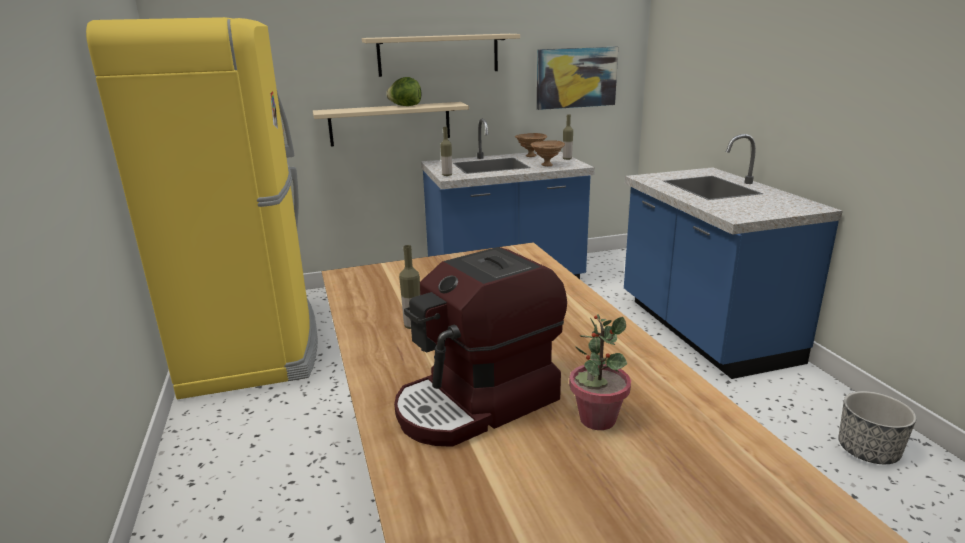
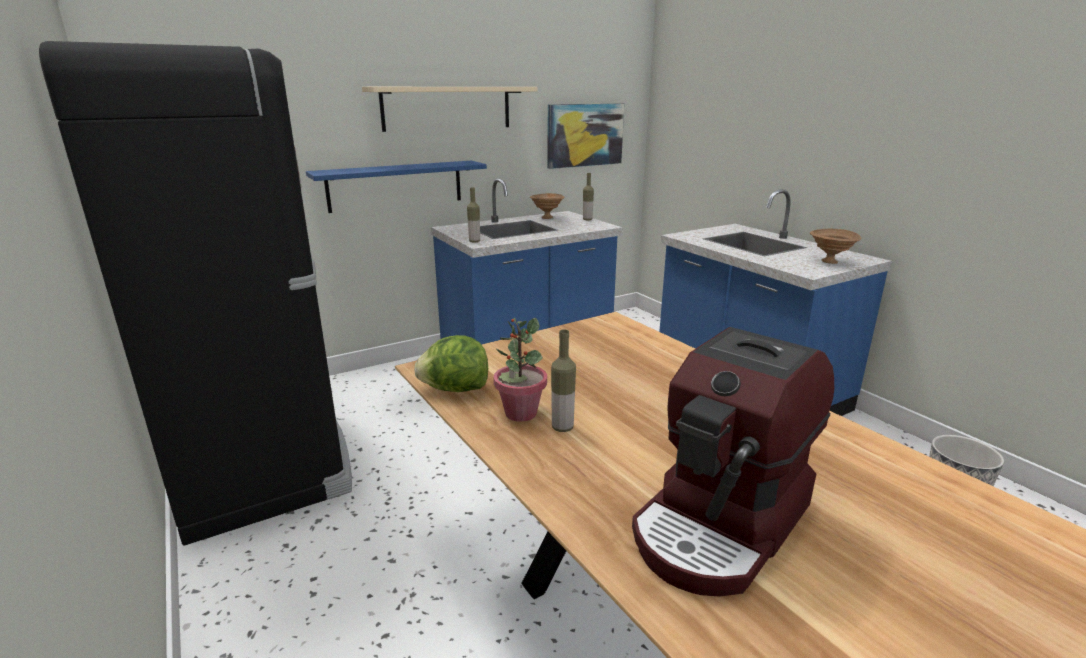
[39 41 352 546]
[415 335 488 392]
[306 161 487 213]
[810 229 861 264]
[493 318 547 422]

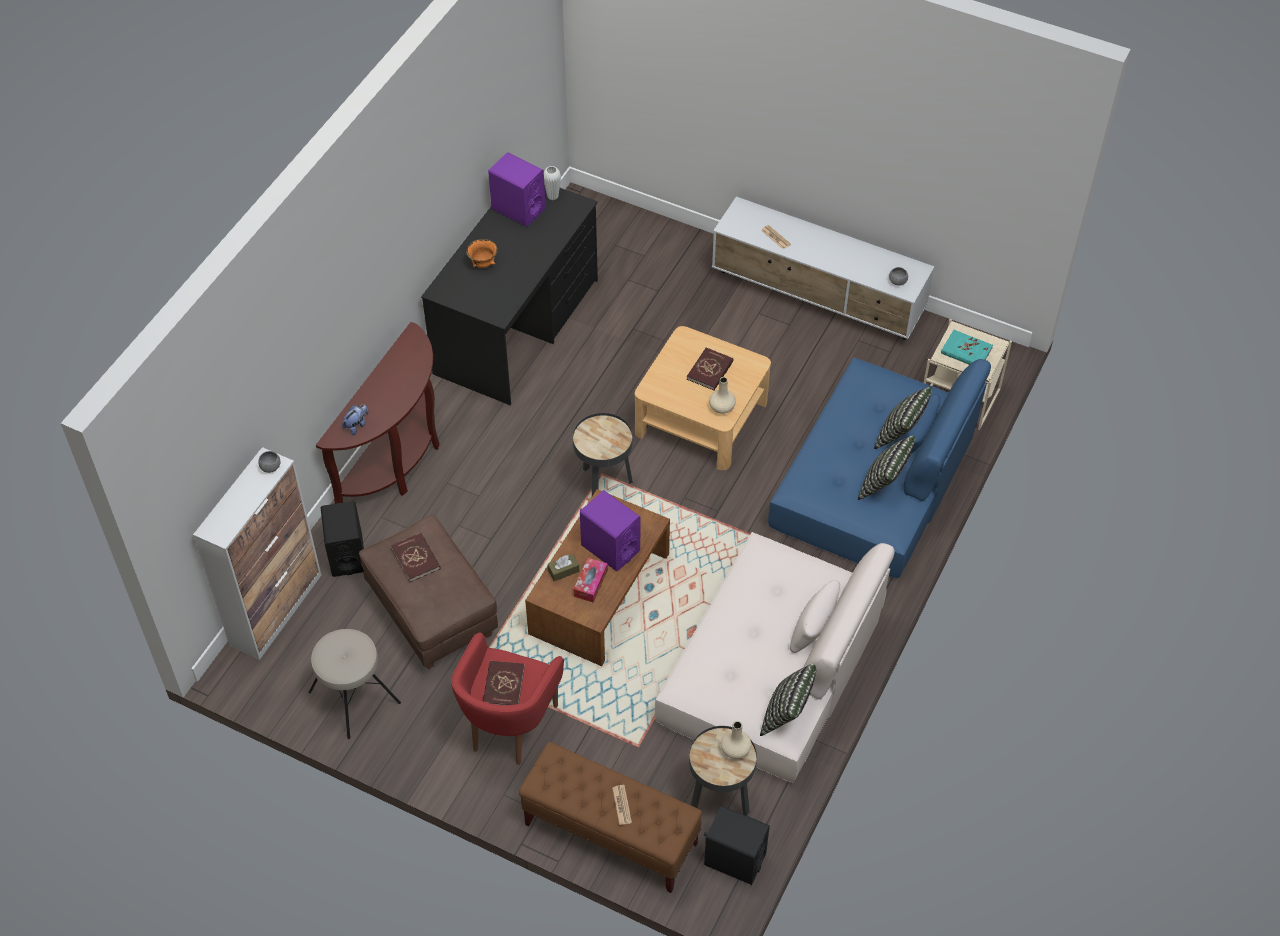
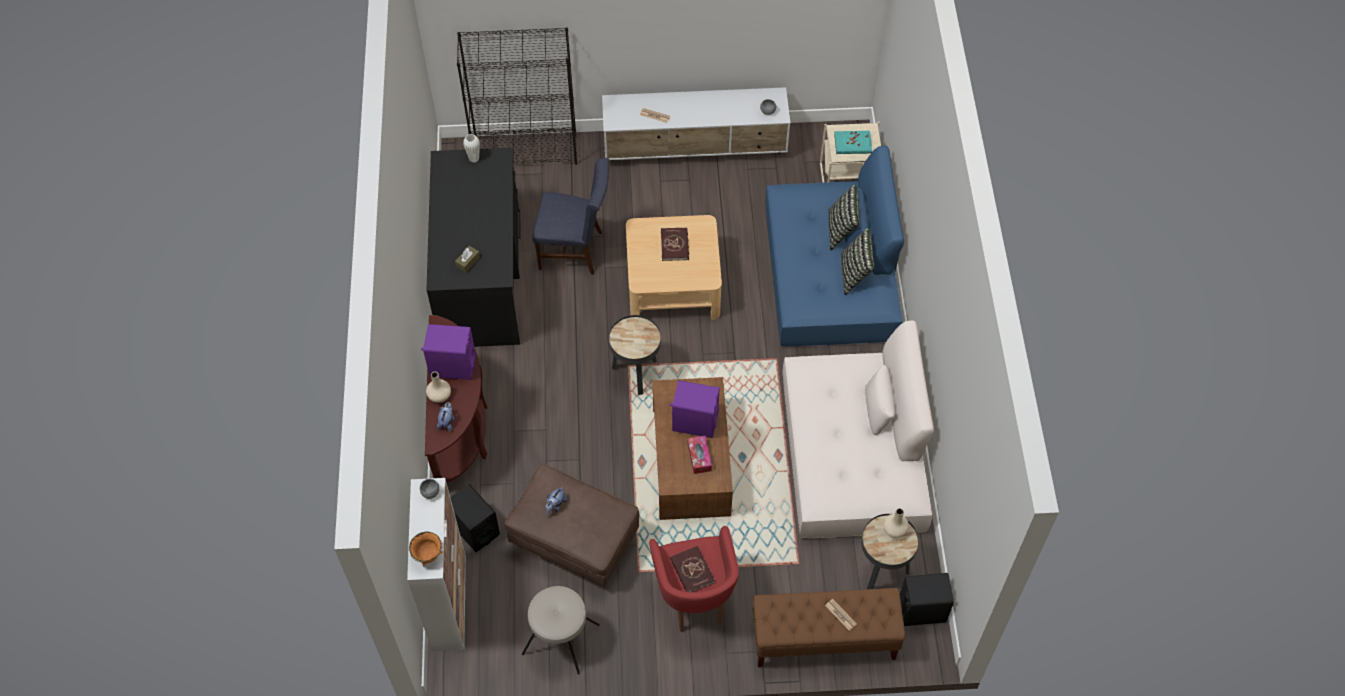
[421 324 476 380]
[409 532 443 566]
[426 372 451 403]
[545 487 568 515]
[455 246 480 273]
[760 663 816 736] (first image)
[457 27 577 165]
[532 158 609 275]

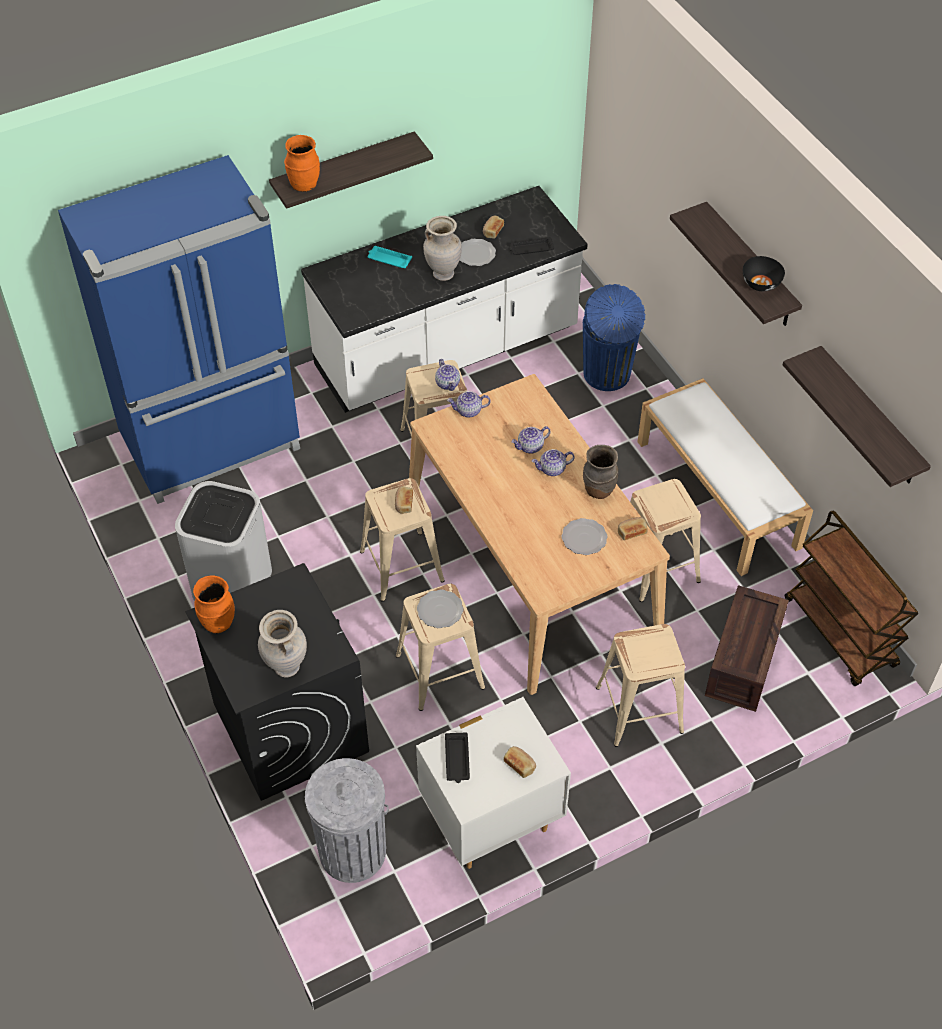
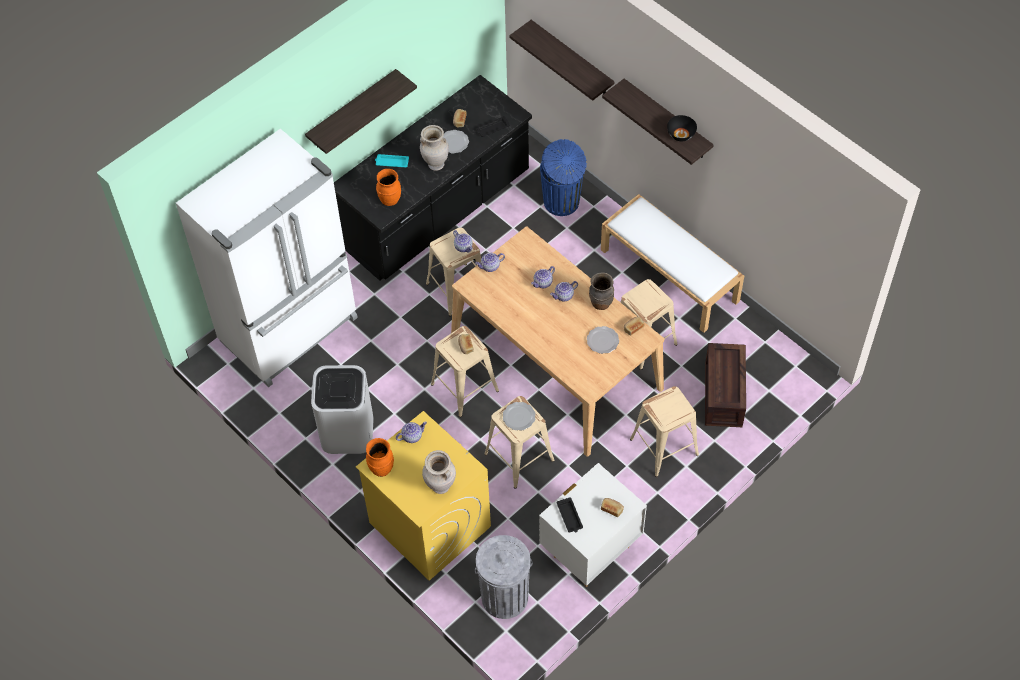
[376 169 401 206]
[176 129 358 387]
[334 75 532 281]
[510 20 614 101]
[785 510 919 686] (first image)
[356 411 491 581]
[396 421 427 443]

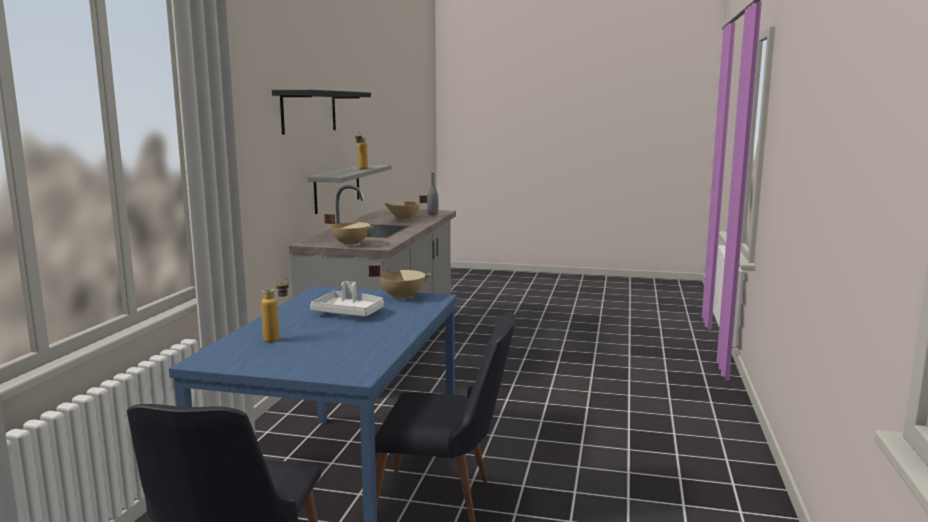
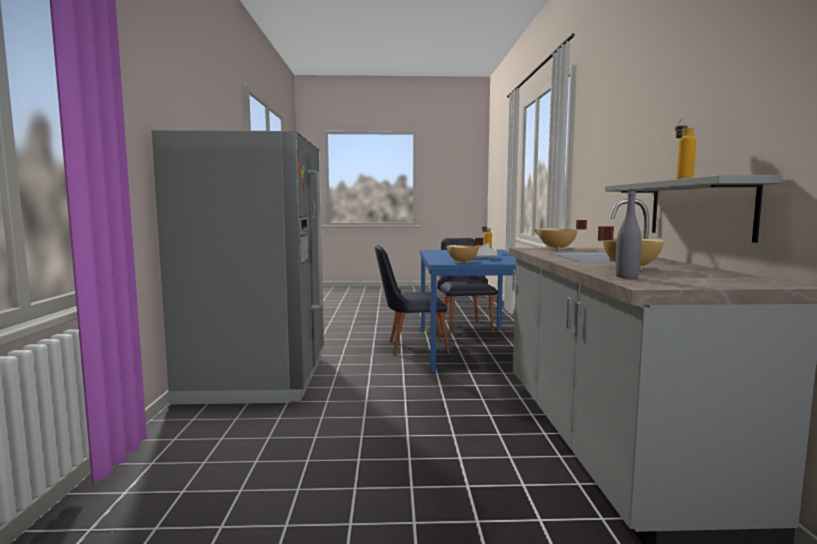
[272 90 371 135] (first image)
[152 130 324 404]

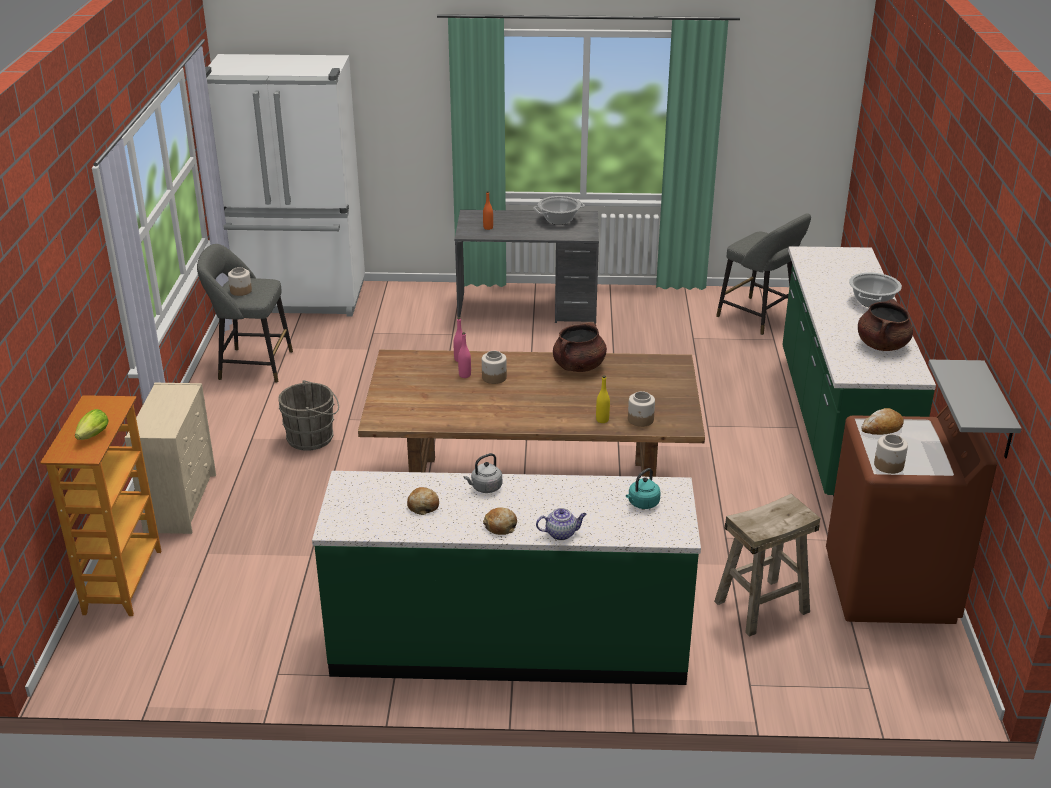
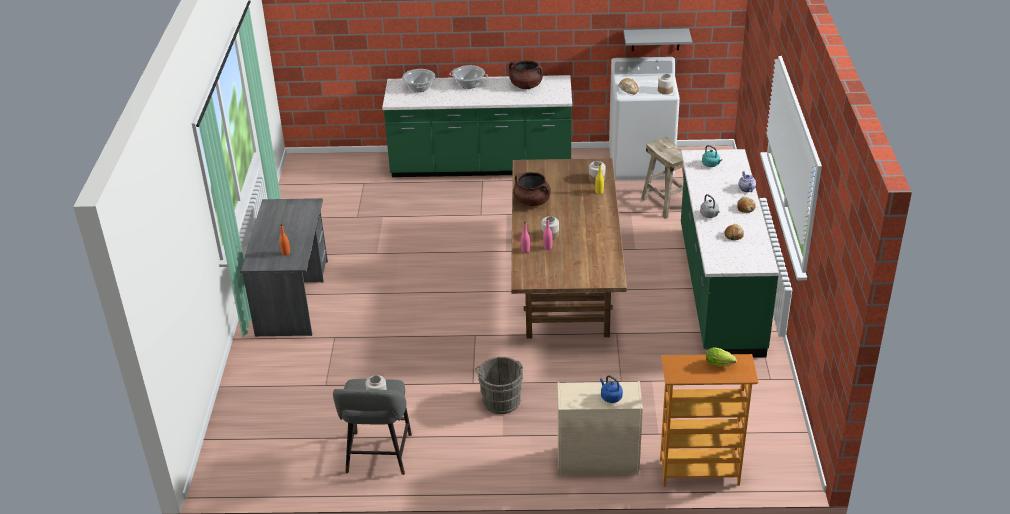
[205 54 365 316] (first image)
[402 69 435 92]
[716 213 811 335] (first image)
[609 57 680 180]
[600 375 623 403]

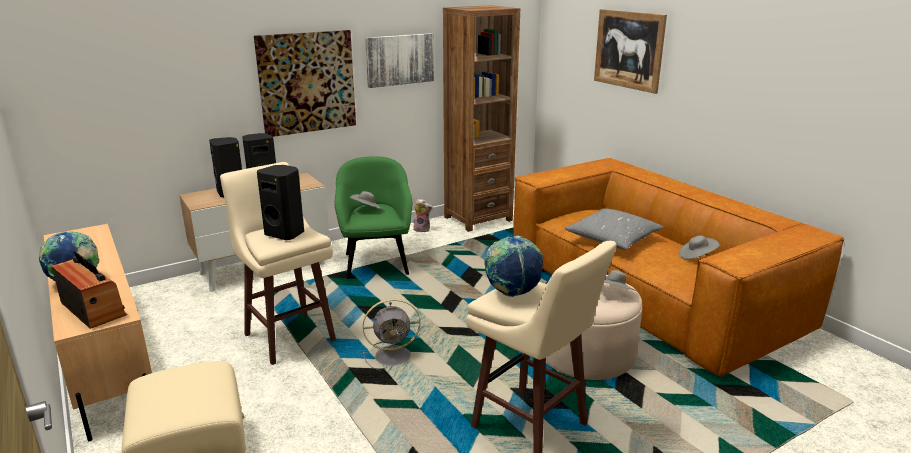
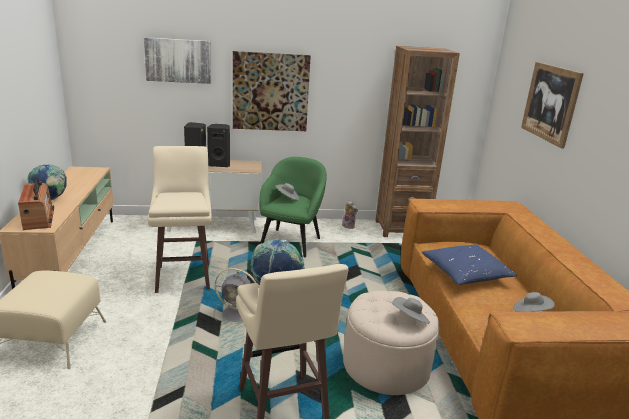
[144 37 211 84]
[257 165 304 240] (first image)
[422 244 517 285]

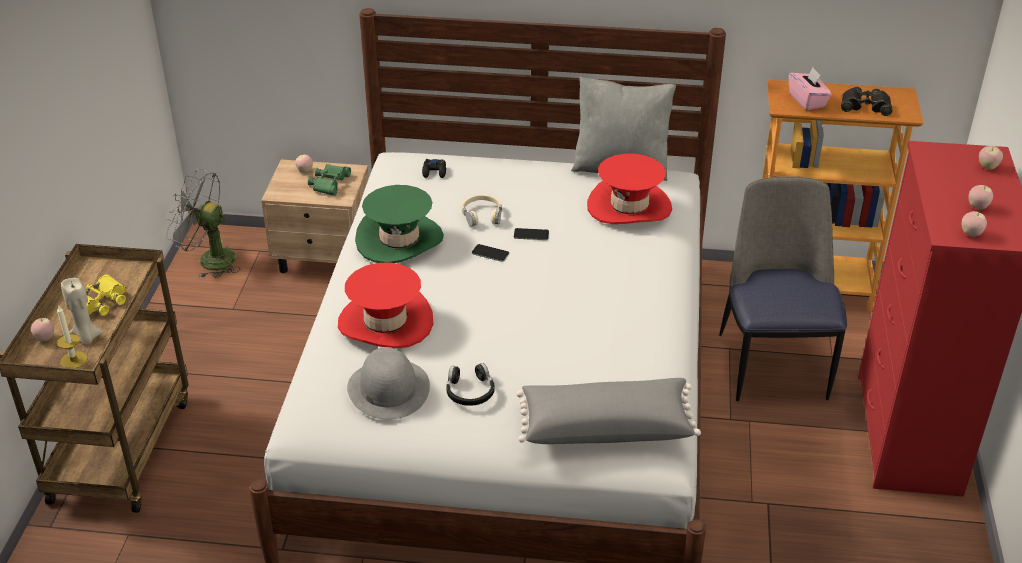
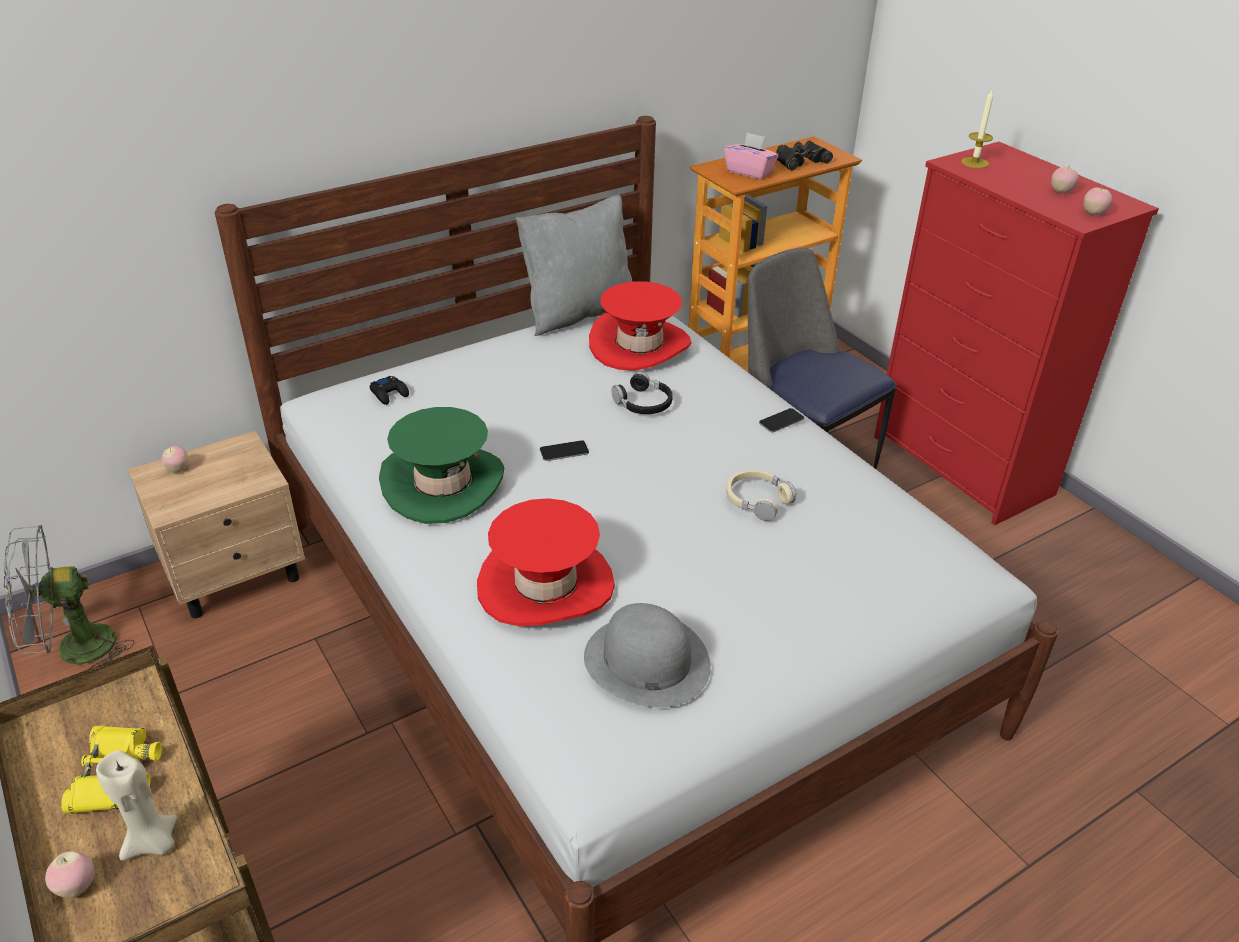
[979 146 1003 170] (first image)
[308 164 351 196] (first image)
[726 470 796 521]
[759 408 804 432]
[961 90 993 168]
[612 372 673 414]
[516 378 701 444] (first image)

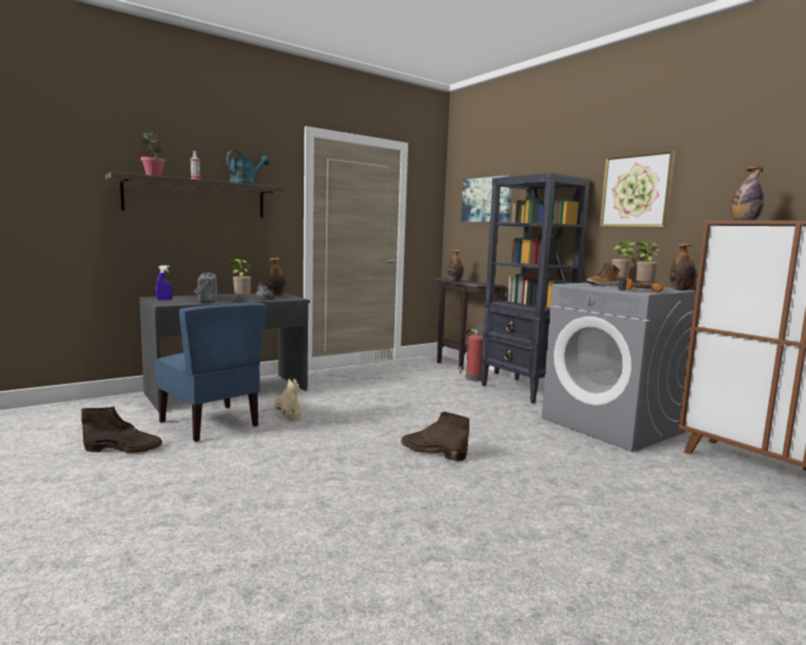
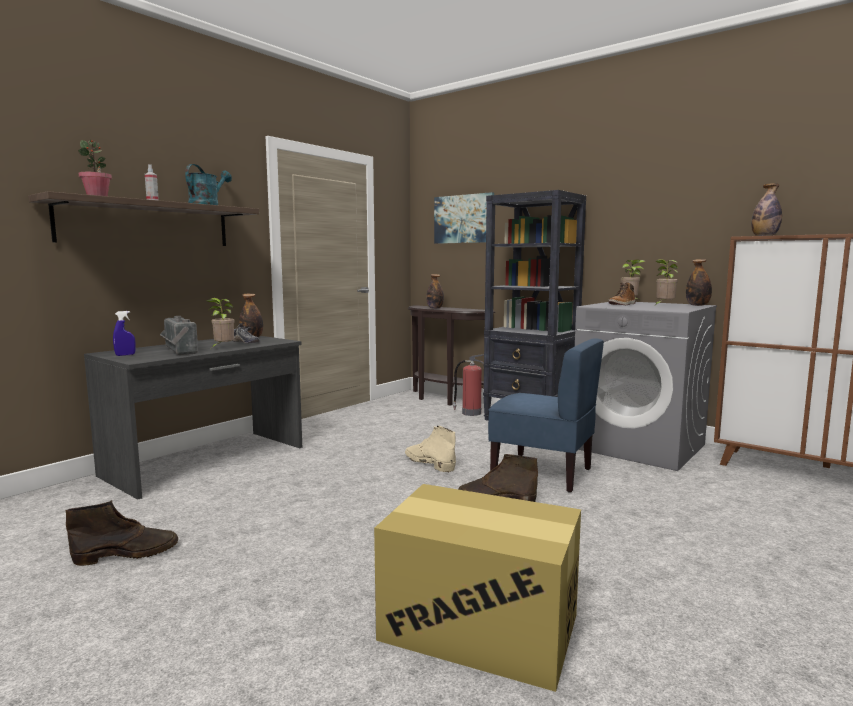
[600 150 675 227] (first image)
[618 277 663 292] (first image)
[488 338 604 493]
[405 426 456 472]
[374 484 581 692]

